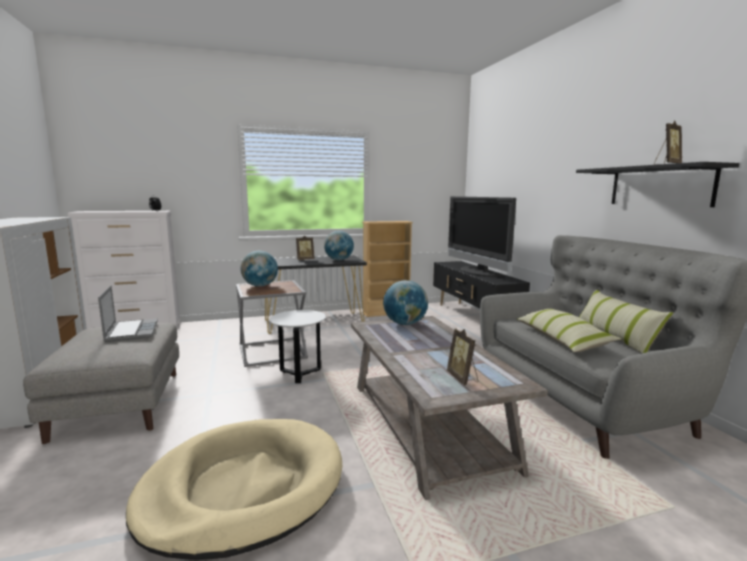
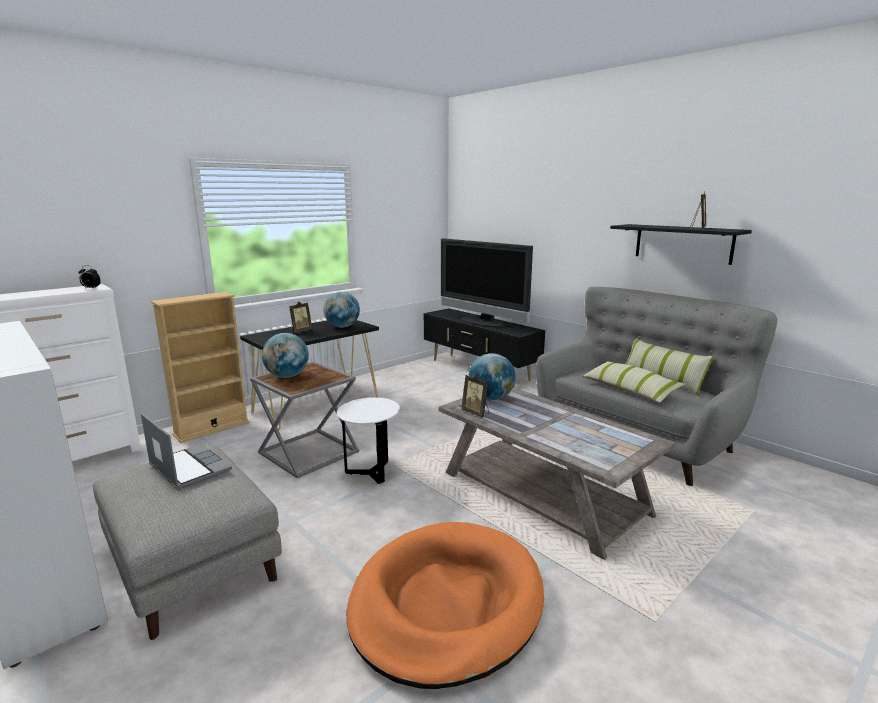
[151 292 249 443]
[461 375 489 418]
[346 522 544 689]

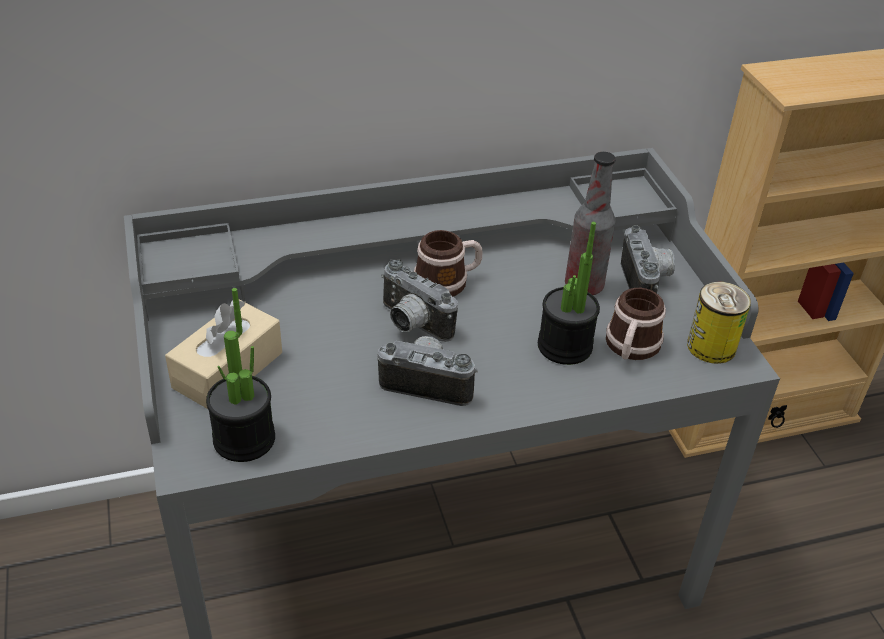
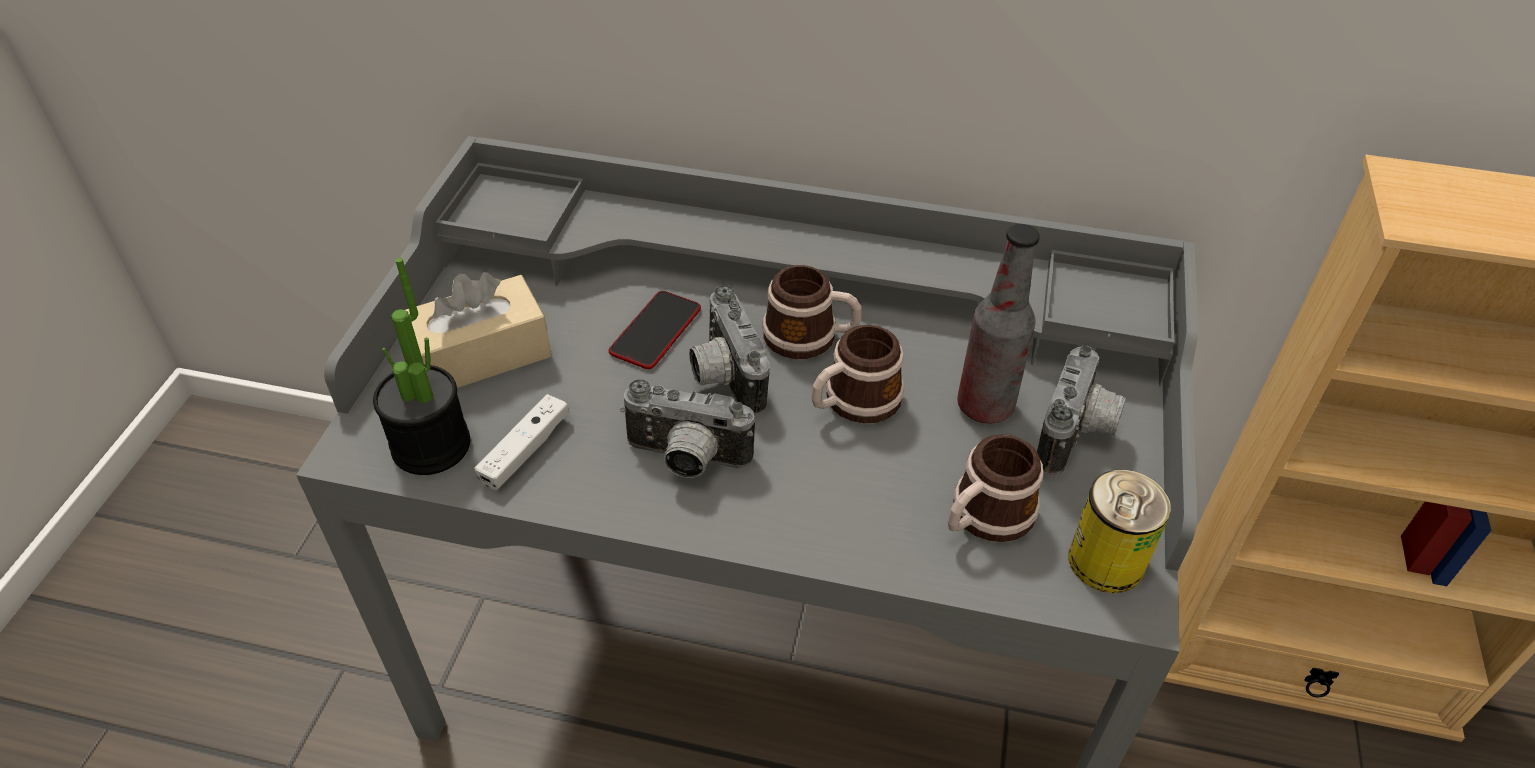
[538 222 600 365] (first image)
[620 379 755 478]
[609 291 701 369]
[811 325 904 424]
[474 394 569 491]

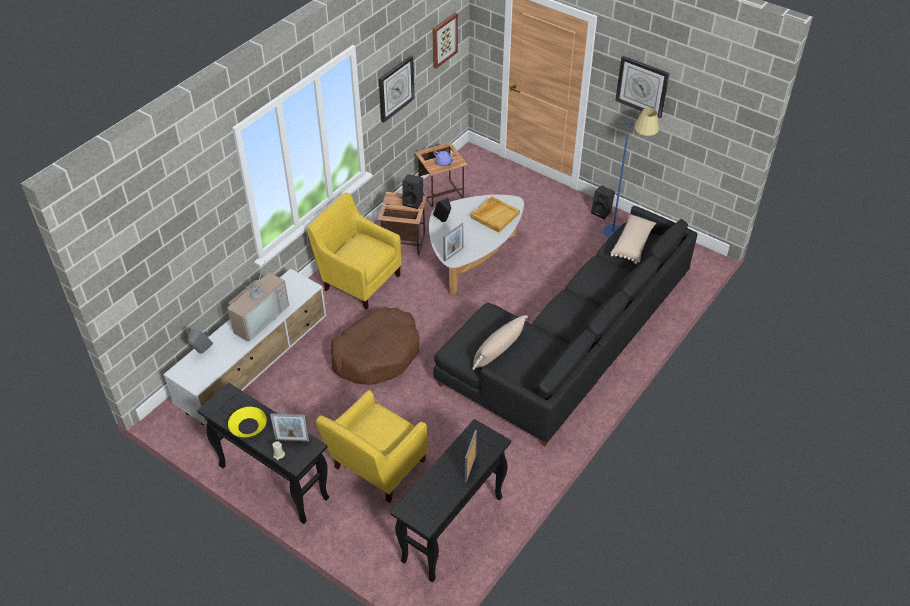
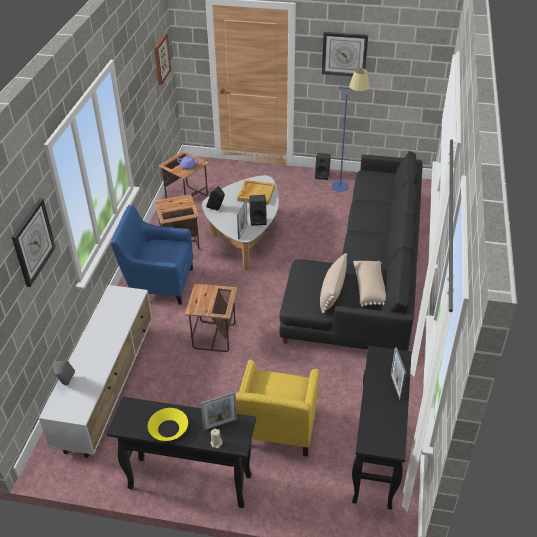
[12 198 56 287]
[249 195 267 226]
[111 205 193 305]
[353 261 386 307]
[228 260 289 342] (first image)
[185 284 237 352]

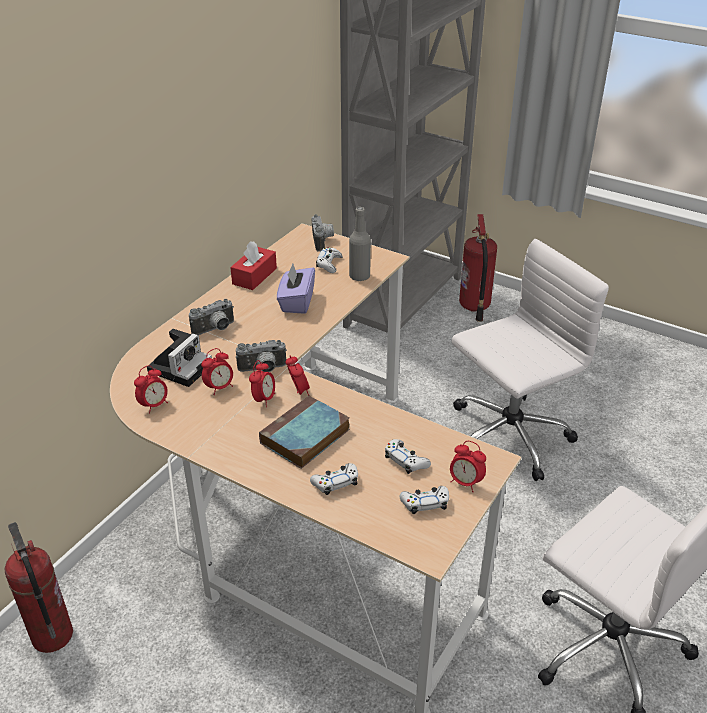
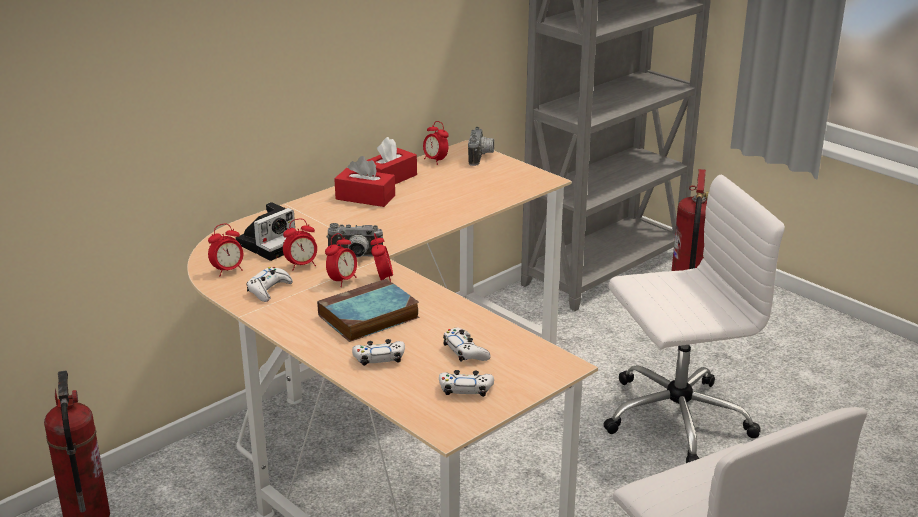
[349 207 371 281] (first image)
[246 267 293 302]
[277 264 315 314] (first image)
[189 299 234 335] (first image)
[423 121 449 165]
[334 156 395 207]

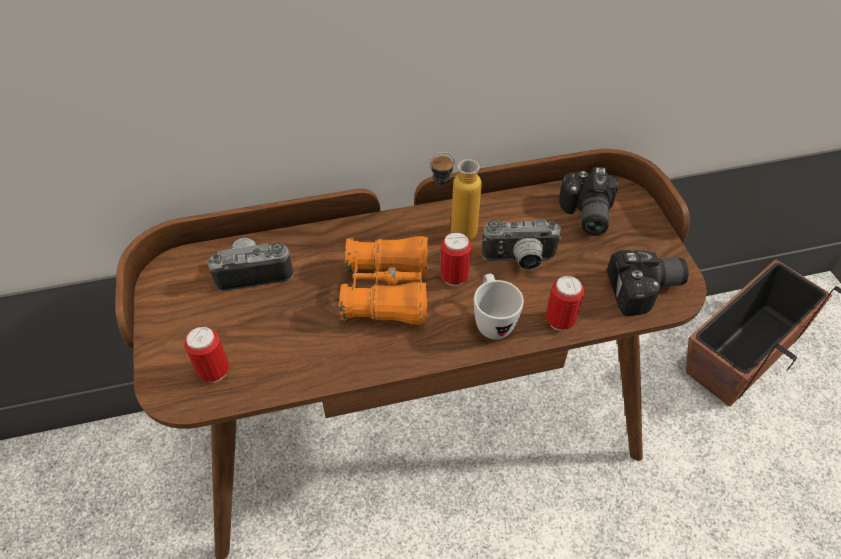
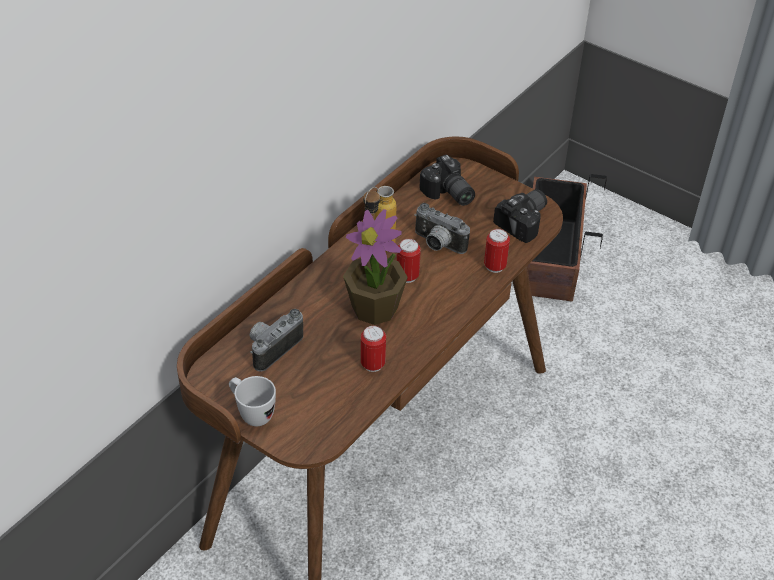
[414 203 470 254]
[343 209 408 325]
[229 376 276 426]
[361 326 386 372]

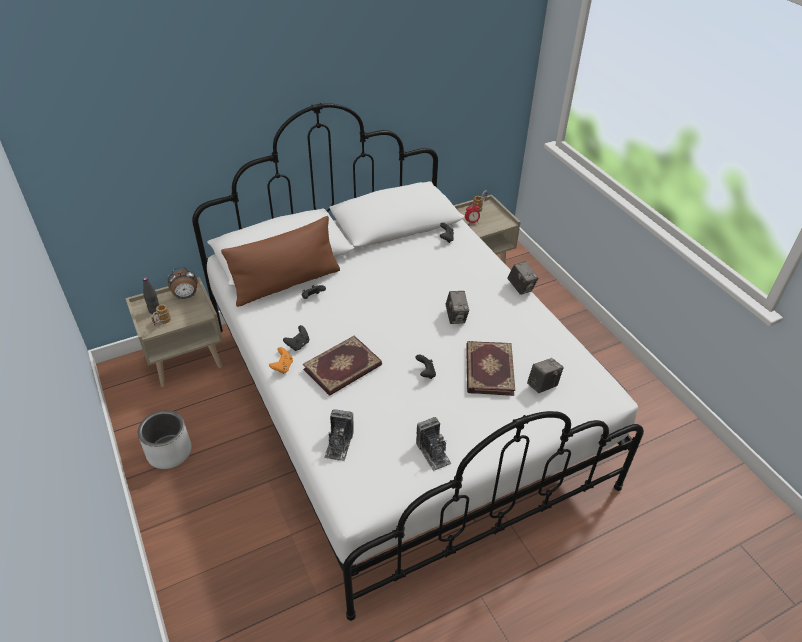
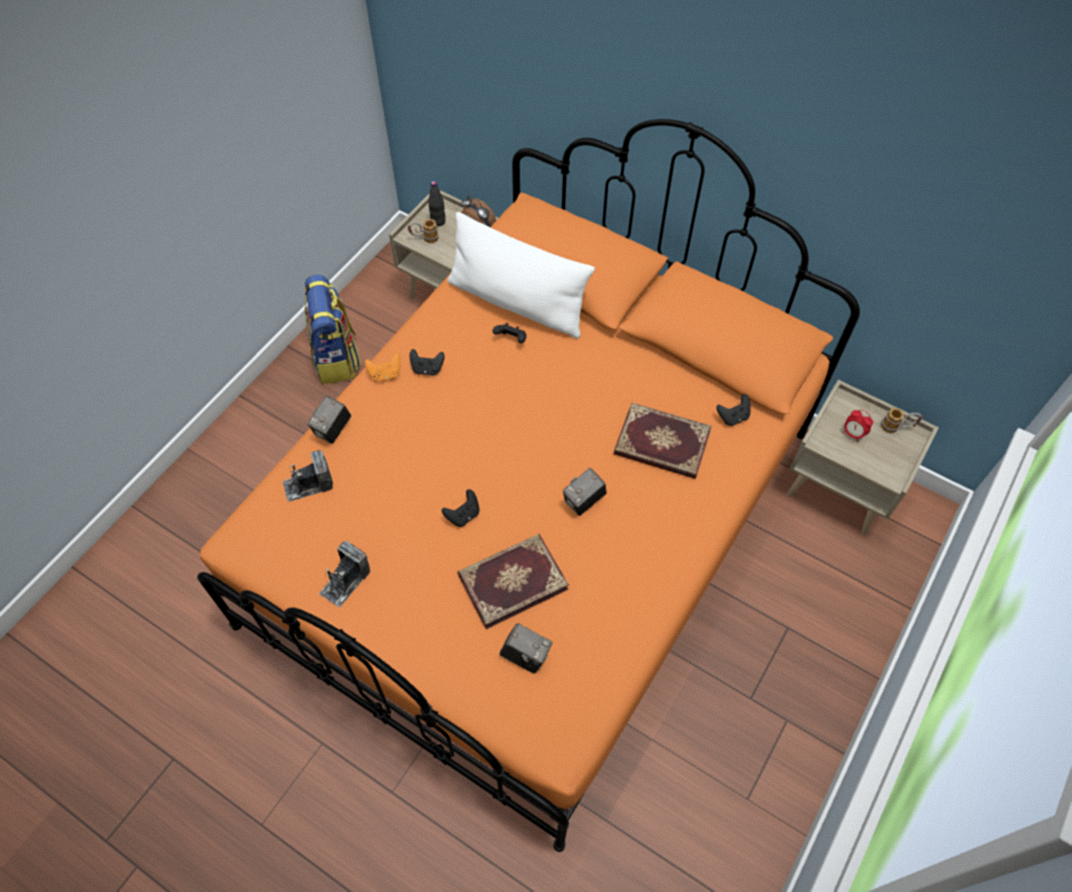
[197 119 860 852]
[447 212 595 339]
[307 395 351 444]
[614 403 712 479]
[305 275 361 384]

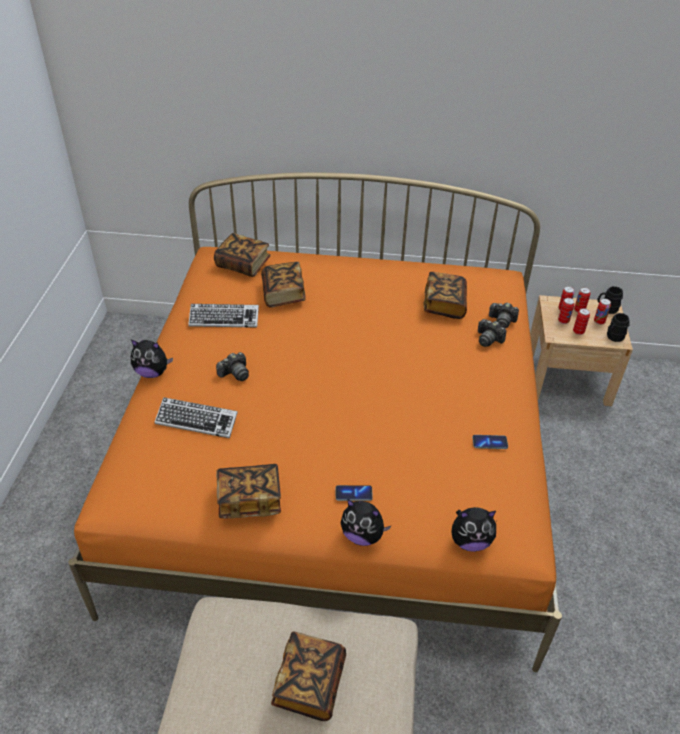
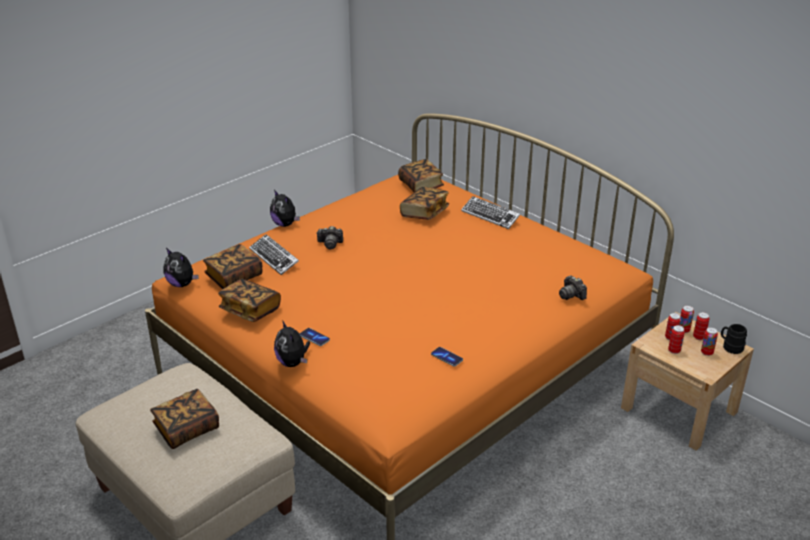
[203 244 262 289]
[461 196 520 229]
[607 313 630 342] (first image)
[478 319 507 347] (first image)
[163 248 199 287]

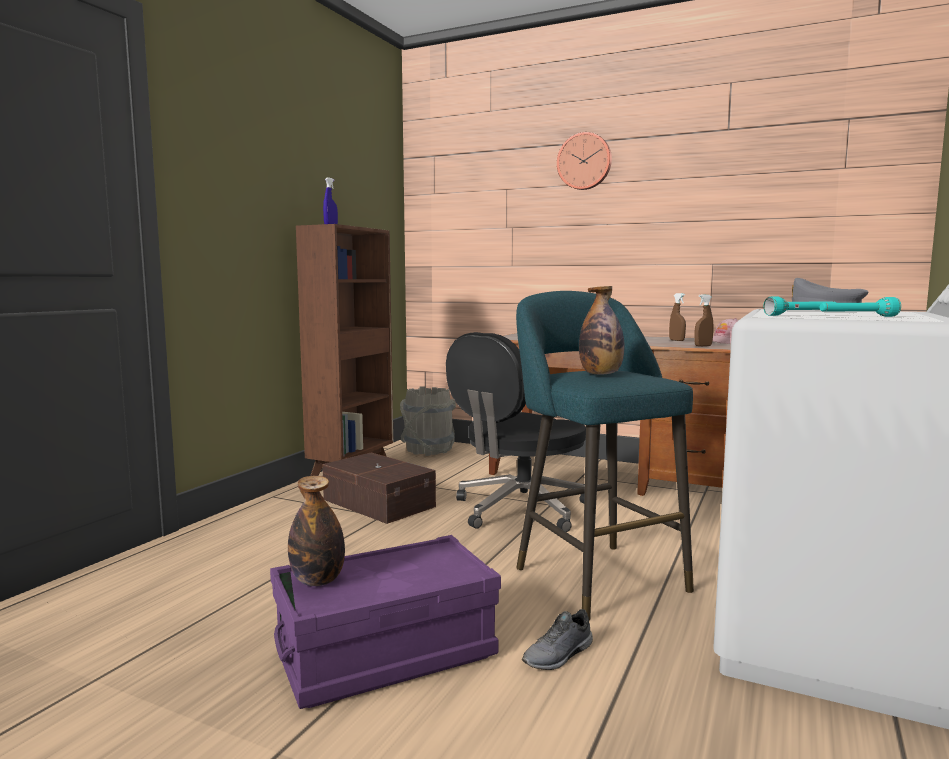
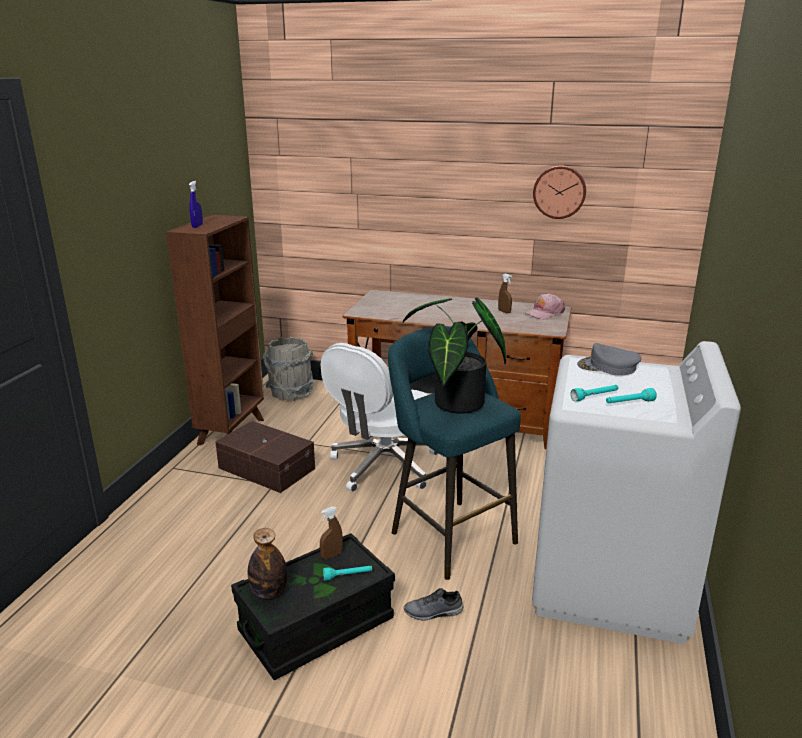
[533 165 586 219]
[402 297 506 414]
[320 507 343 560]
[321 343 438 492]
[231 533 395 680]
[404 588 463 620]
[323 566 372 581]

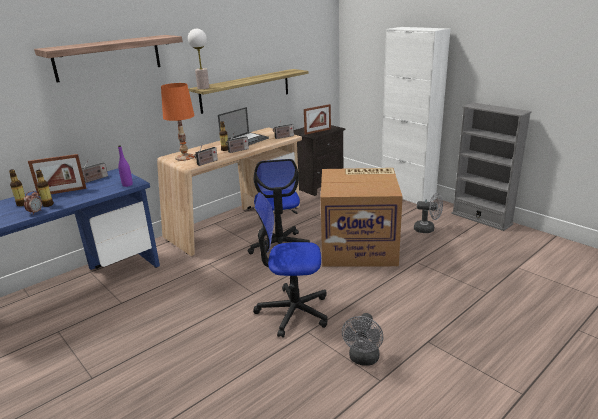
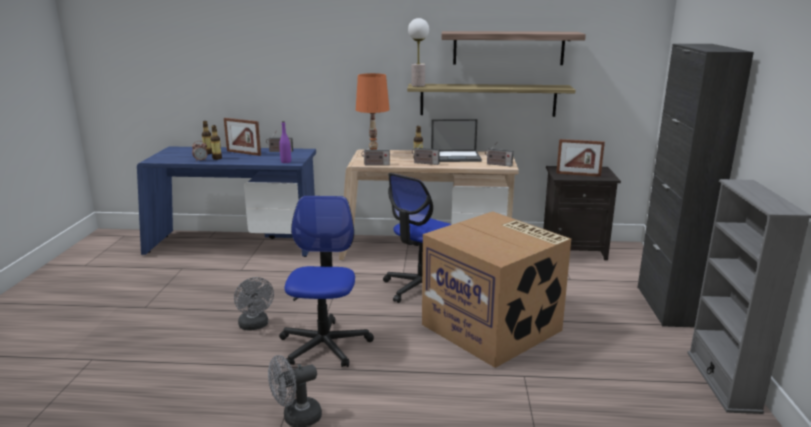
[637 44 754 327]
[441 31 586 65]
[279 196 374 367]
[234 277 274 331]

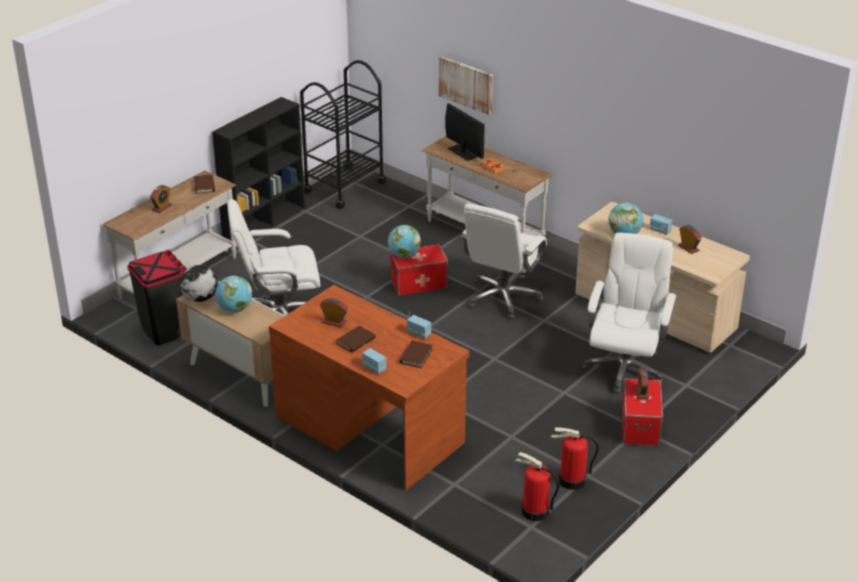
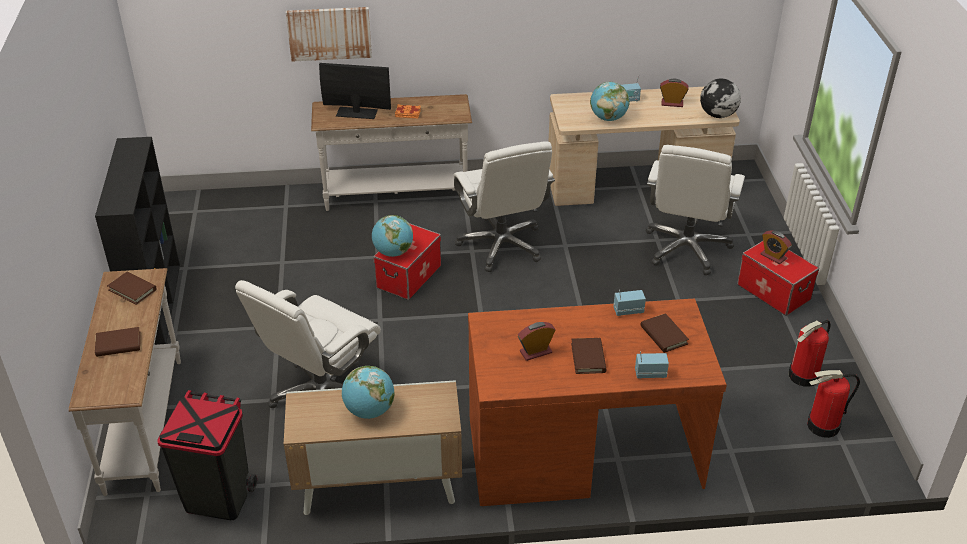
[300 60 386 209] (first image)
[95 327 140 357]
[646 145 745 275]
[700 79 741 118]

